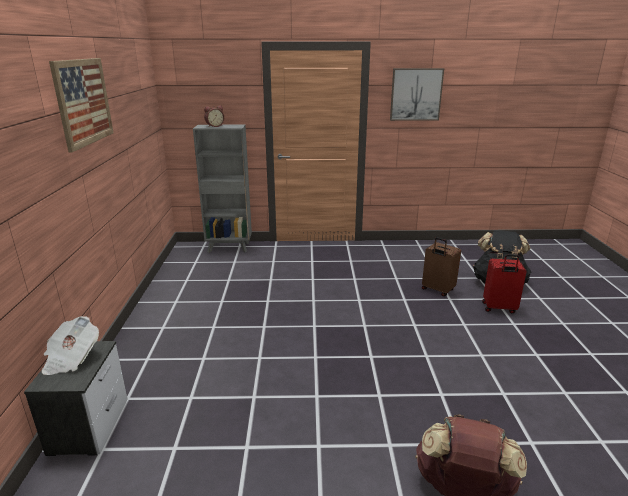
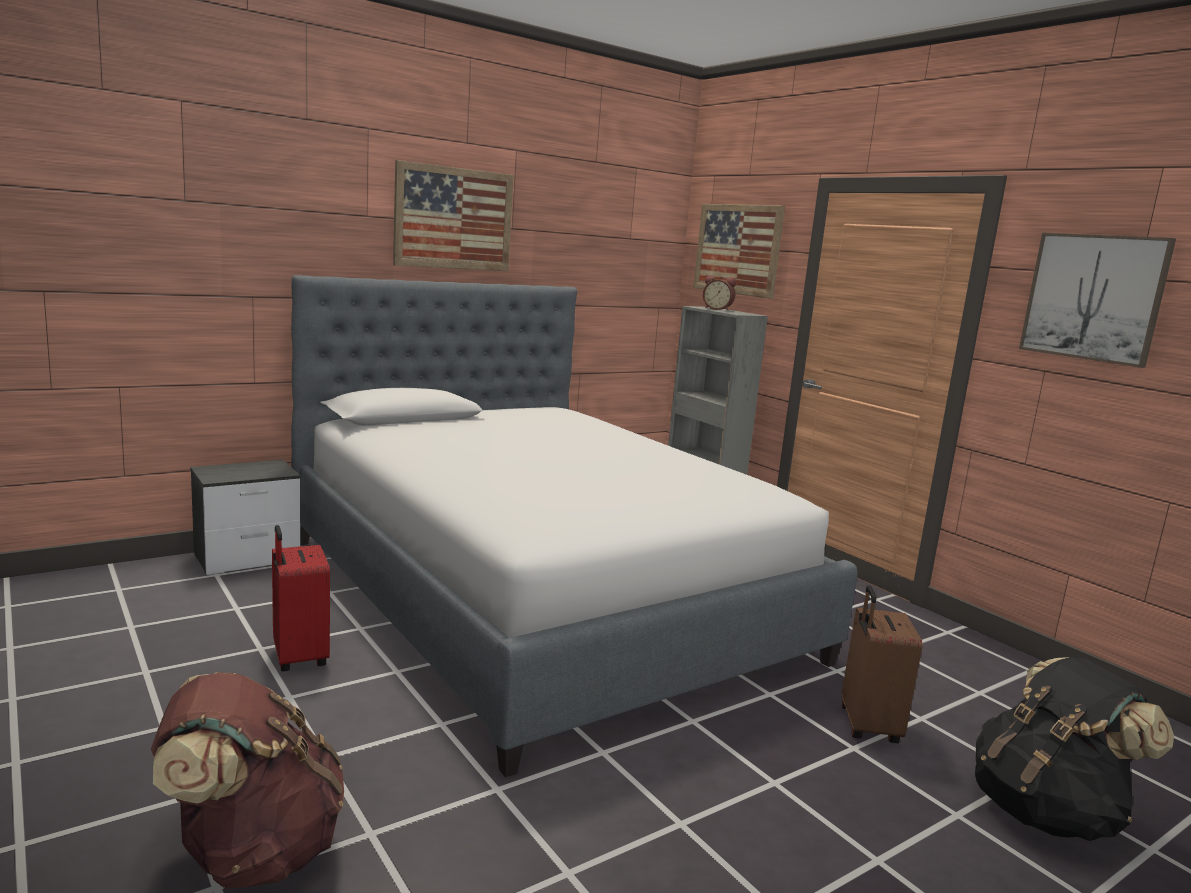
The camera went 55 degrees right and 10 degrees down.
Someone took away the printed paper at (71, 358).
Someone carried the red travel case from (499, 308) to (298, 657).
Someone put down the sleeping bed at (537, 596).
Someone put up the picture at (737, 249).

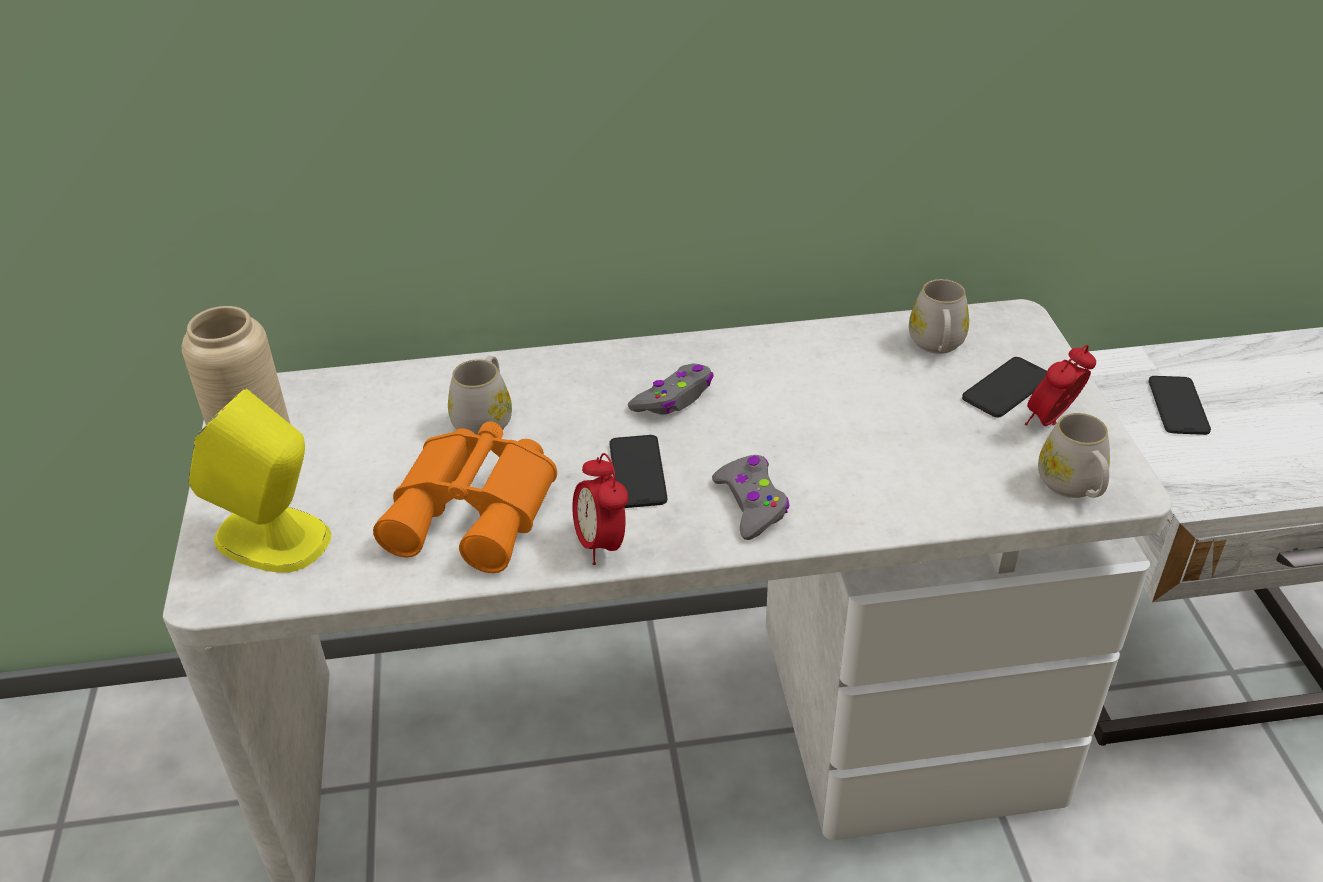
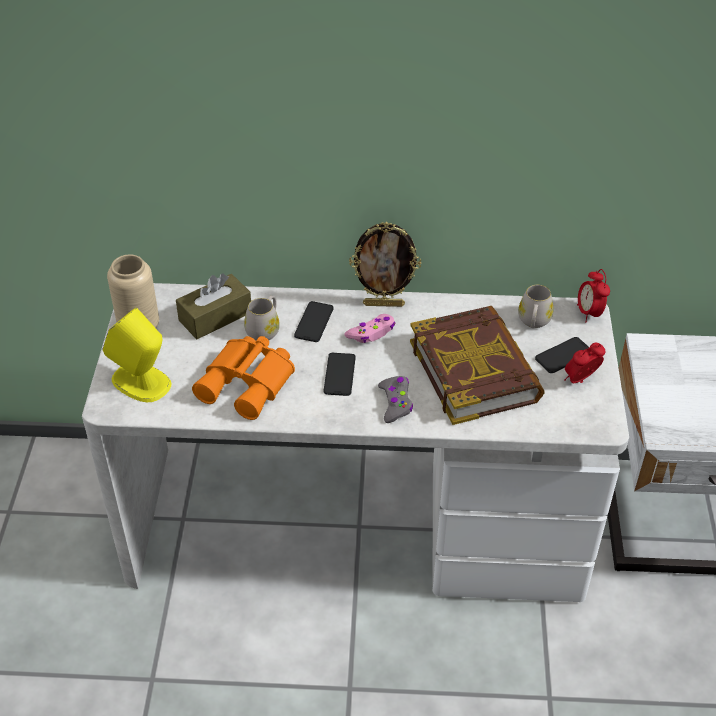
The camera went 10 degrees right and 5 degrees up.
Someone carried the bedside clock from (601, 544) to (589, 313).
Someone repainted the grey joypad at (674, 398), which became the pink joypad at (372, 333).
Someone took away the whitish coffee mug at (1073, 487).
Someone carried the phone from (1178, 406) to (314, 322).
Someone put down the brown-coloured box of tissues at (215, 316).
Someone put down the picture frame at (384, 304).
Someone put down the bound book at (475, 371).

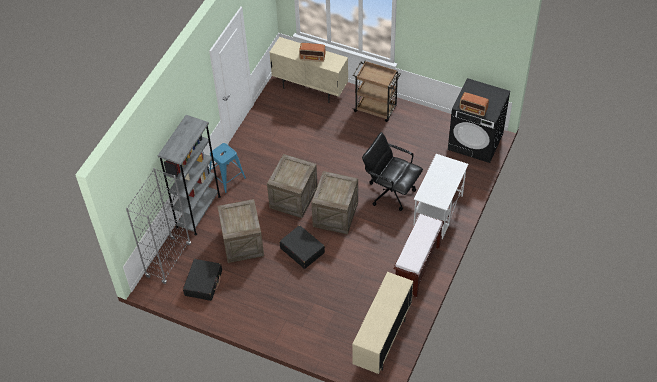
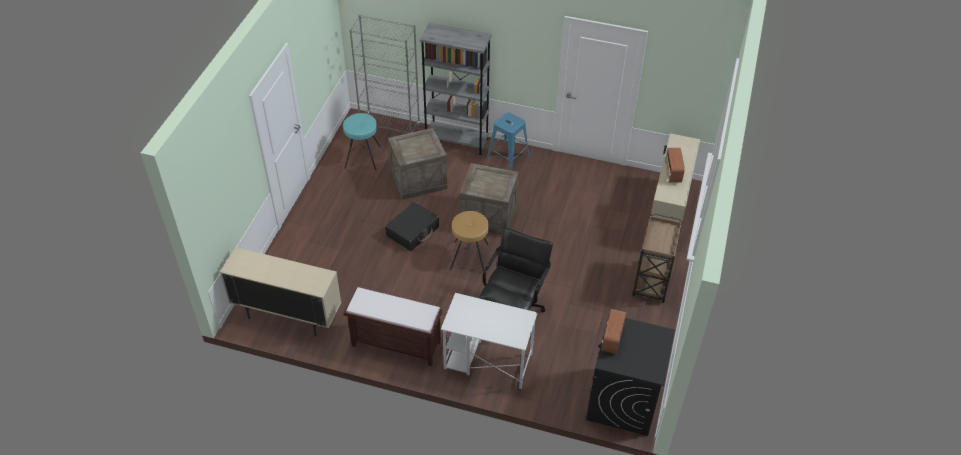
The camera went 80 degrees right and 5 degrees down.
Someone swapped the black travel case at (203, 283) for the blue-green sitting stool at (363, 157).
Someone swapped the shipping crate at (335, 214) for the brown-coloured sitting stool at (469, 256).

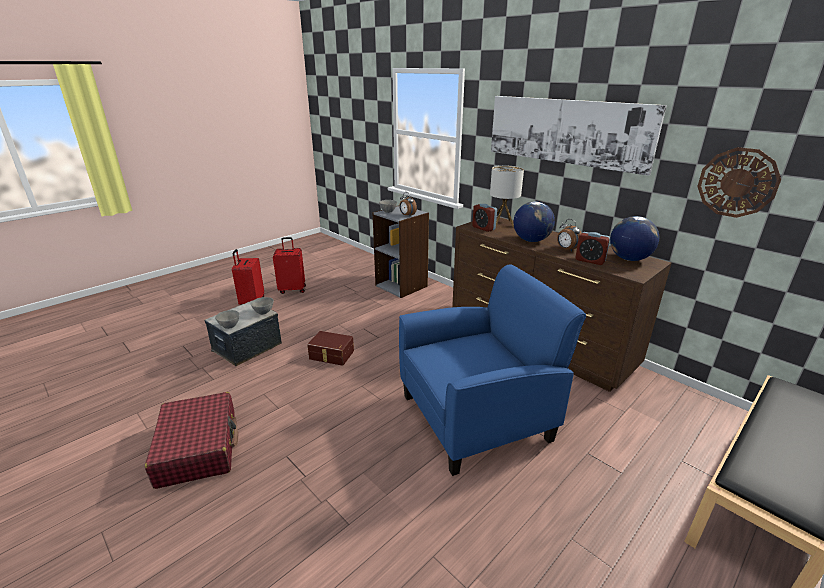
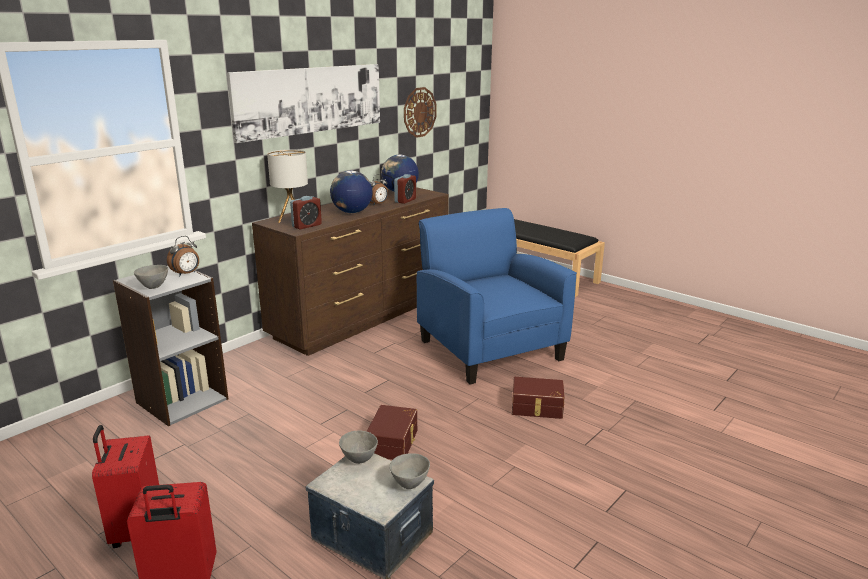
The camera went 95 degrees left and 5 degrees down.
Someone took away the red travel case at (198, 448).
Someone put down the brown-coloured storage container at (537, 408).

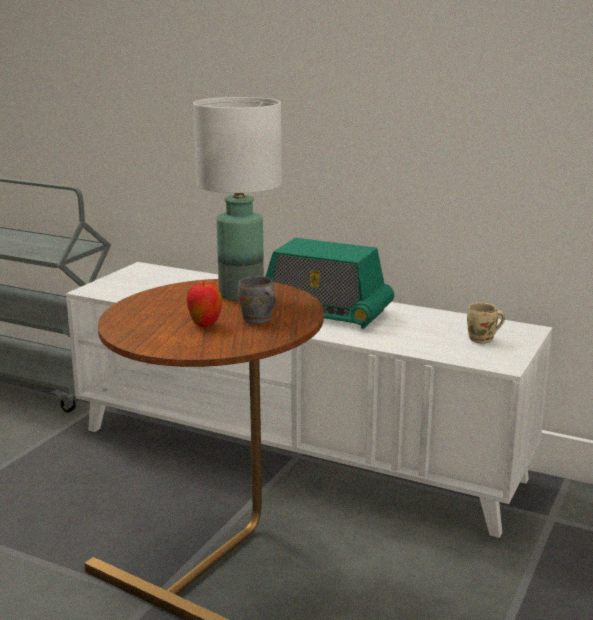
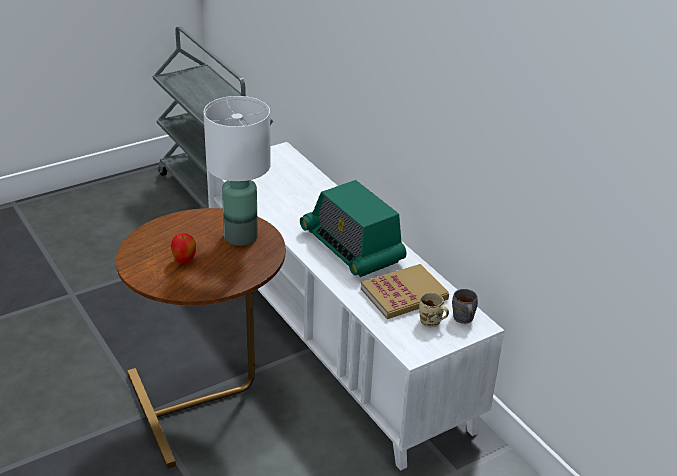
The camera went 30 degrees right and 15 degrees up.
Someone carried the grey coffee mug from (257, 320) to (462, 319).
Someone put down the bound book at (404, 294).

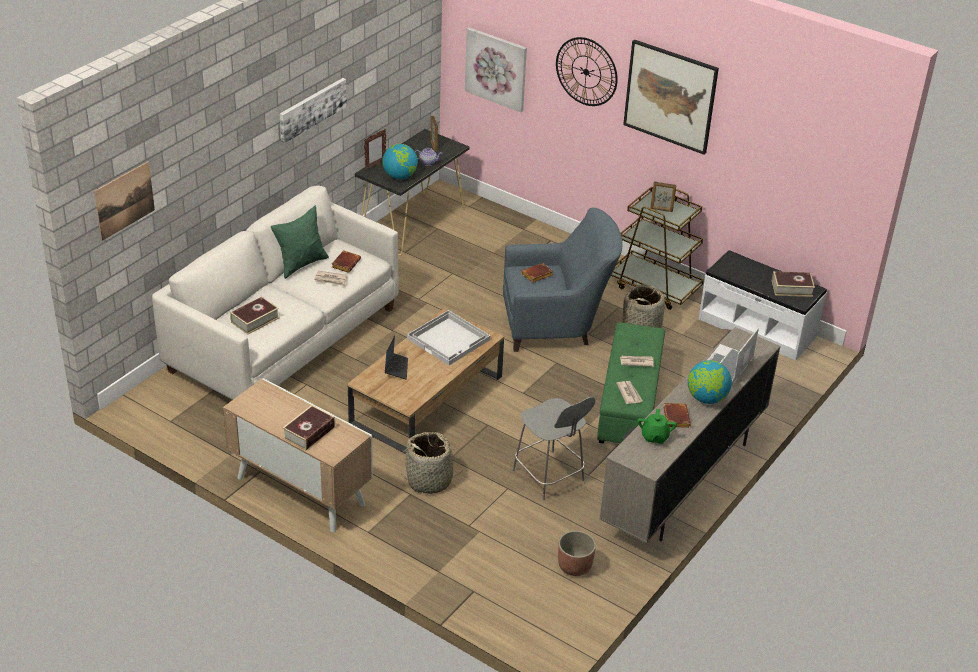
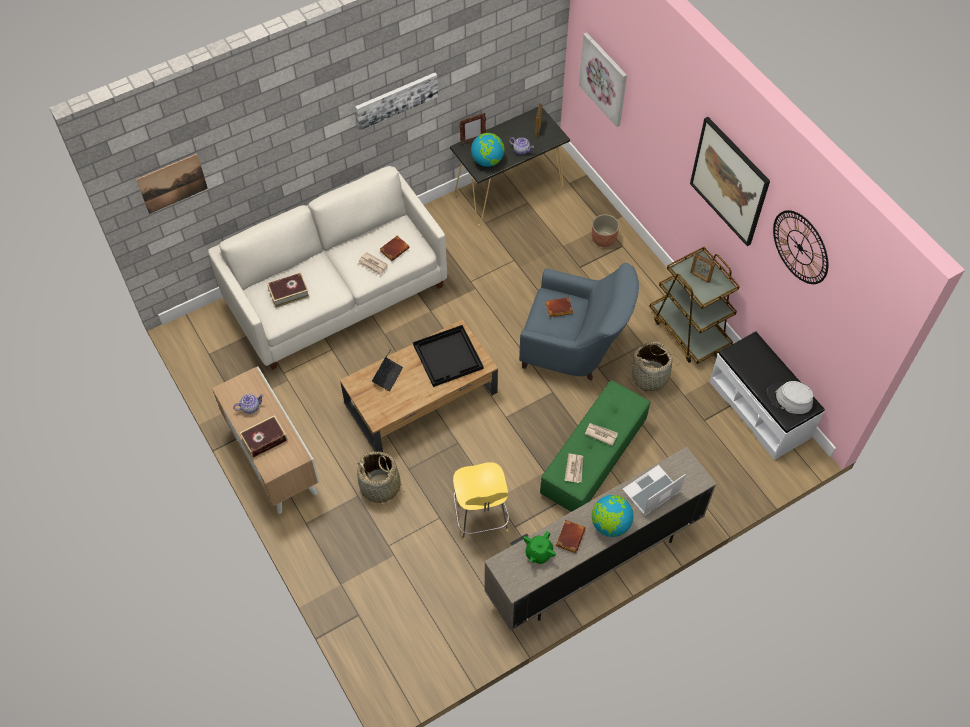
The camera went 25 degrees right and 20 degrees up.
Someone took away the green-coloured cushion at (301, 264).
Someone repainted the whitish carrying tray at (449, 339), which became the black carrying tray at (448, 357).
Someone repainted the grey sitting stool at (549, 477), which became the yellow sitting stool at (481, 517).
Someone carried the clock on the wall from (586, 71) to (800, 247).
Someone carried the planter from (575, 566) to (603, 239).
Someone swapped the bound book at (792, 288) for the grey wearable hat at (789, 399).
Someone put down the pot for tea at (250, 407).

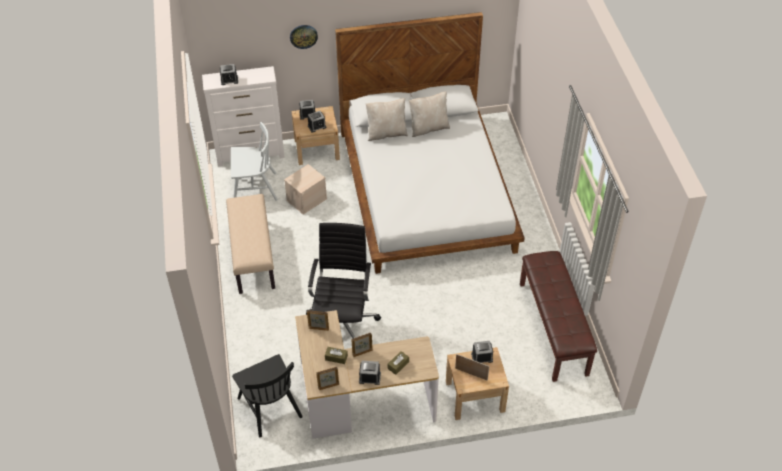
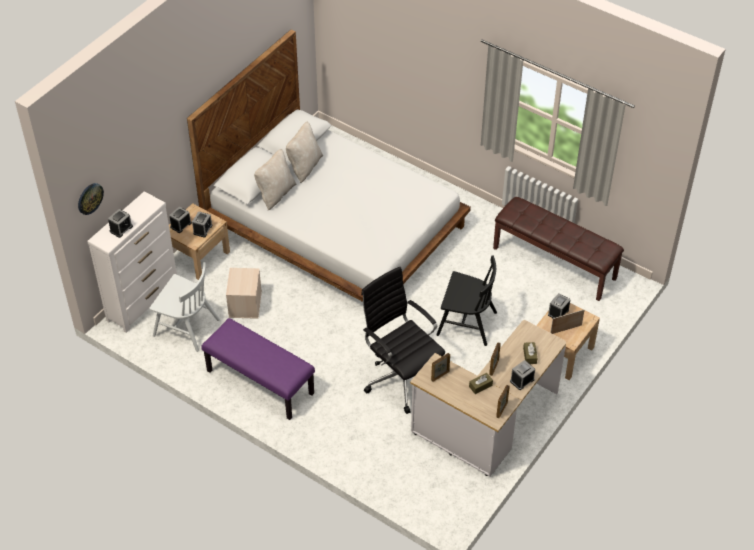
The camera went 45 degrees left and 0 degrees up.
Someone repainted the beige-coloured indoor bench at (252, 255), which became the purple-coloured indoor bench at (259, 382).
Someone rotated the whitish chair at (254, 188) by 75 degrees clockwise.
Someone carried the black chair from (269, 407) to (466, 323).
Someone carried the clock on the wall from (303, 36) to (90, 198).

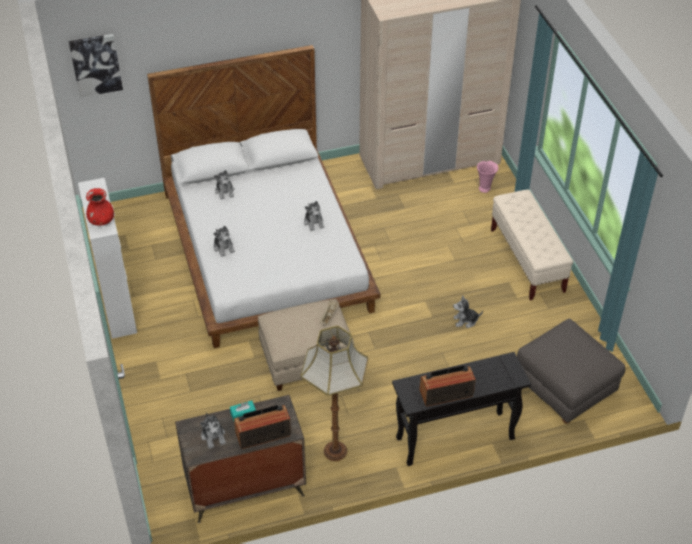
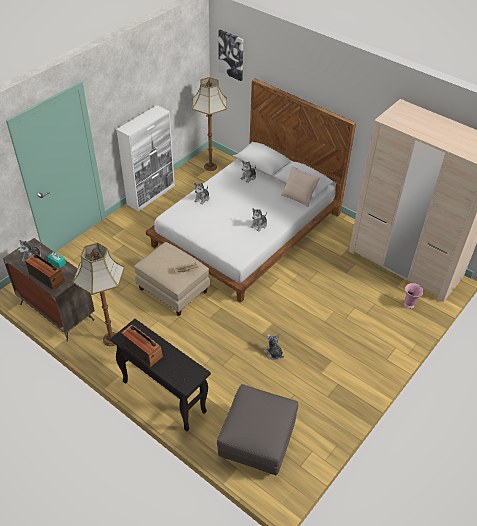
The camera went 55 degrees right and 0 degrees up.
Someone took away the red vase at (101, 221).
Someone took away the beige-coloured indoor bench at (527, 261).
Someone put down the standing lamp at (211, 167).
Someone put down the beige-coloured cushion at (299, 196).

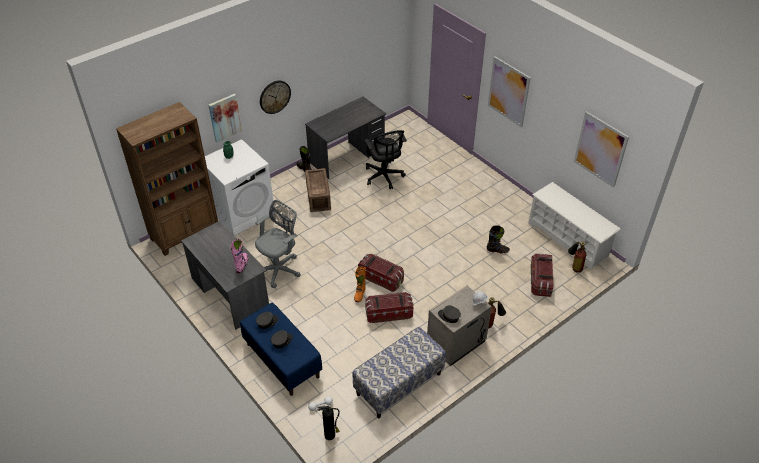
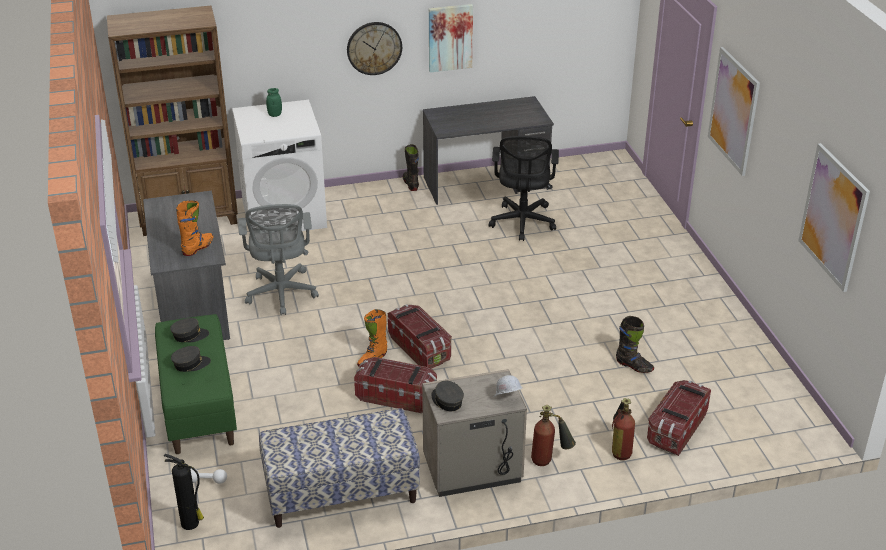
The camera went 25 degrees right and 10 degrees down.
Someone carried the picture from (224, 117) to (450, 37).
Someone repainted the pink tall boot at (242, 264), which became the orange tall boot at (198, 248).
Someone repainted the bluish indoor bench at (282, 360), which became the green-coloured indoor bench at (198, 406).
Someone rotated the grey computer chair at (279, 269) by 105 degrees clockwise.
Someone took away the shipping crate at (319, 197).
Someone took away the whitish shoe stand at (568, 239).
Someone carried the fire-fighting cylinder from (574, 266) to (620, 448).

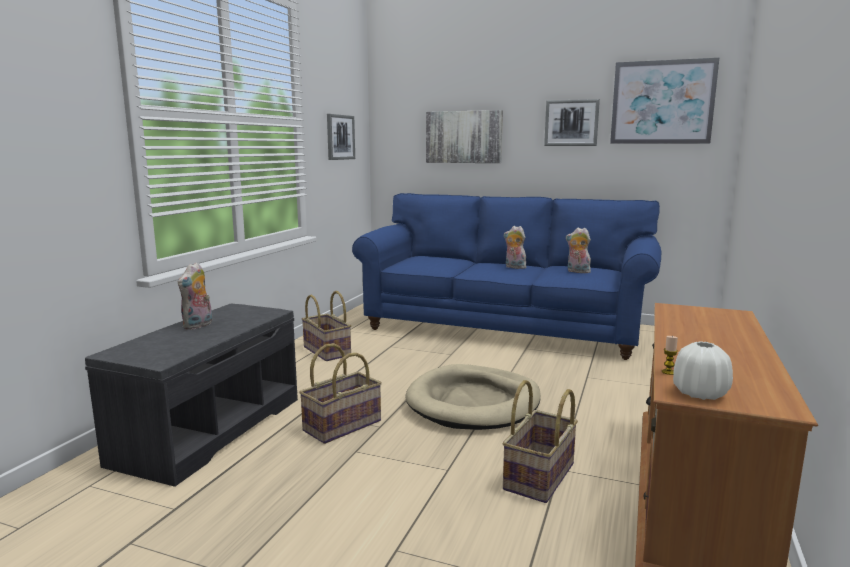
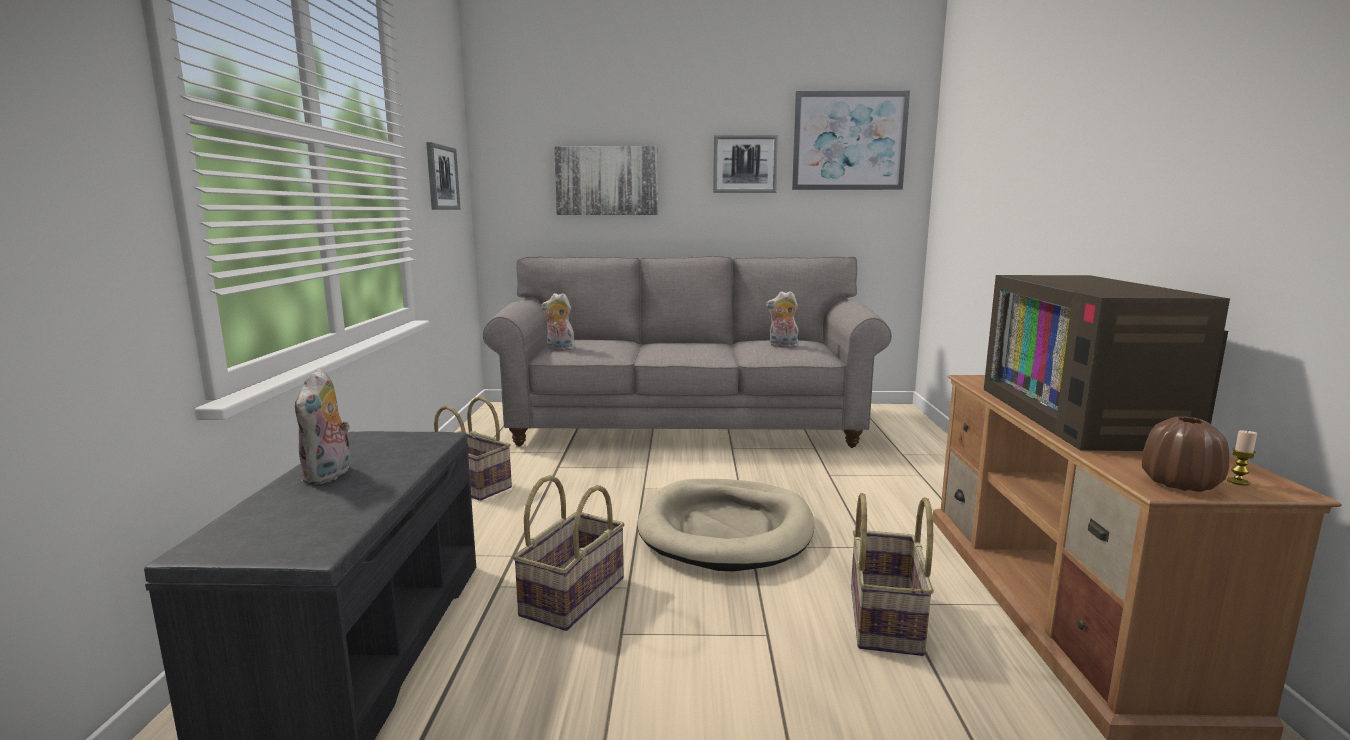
The camera went 20 degrees left and 0 degrees up.
Someone repainted the bluish couch at (504, 328), which became the grey couch at (686, 425).
Someone carried the soft toy from (514, 267) to (559, 349).
Someone carried the wax candle from (668, 372) to (1237, 482).
Someone repainted the whitish vase at (699, 393), which became the brown-coloured vase at (1179, 484).
Someone put down the television at (1085, 417).

